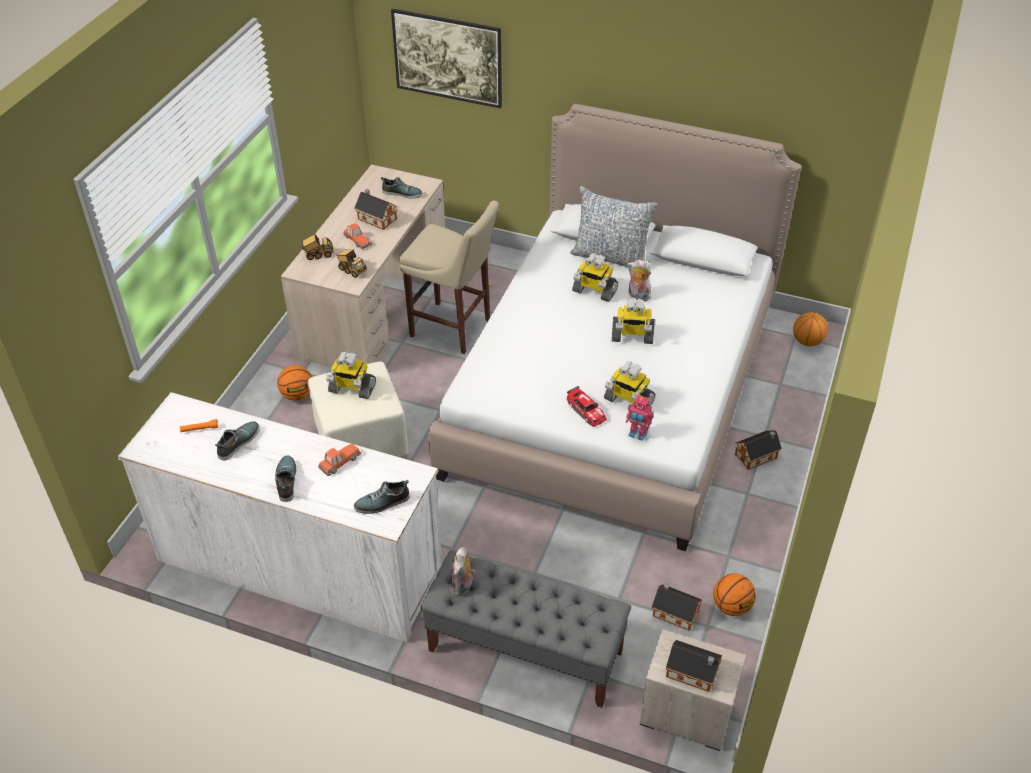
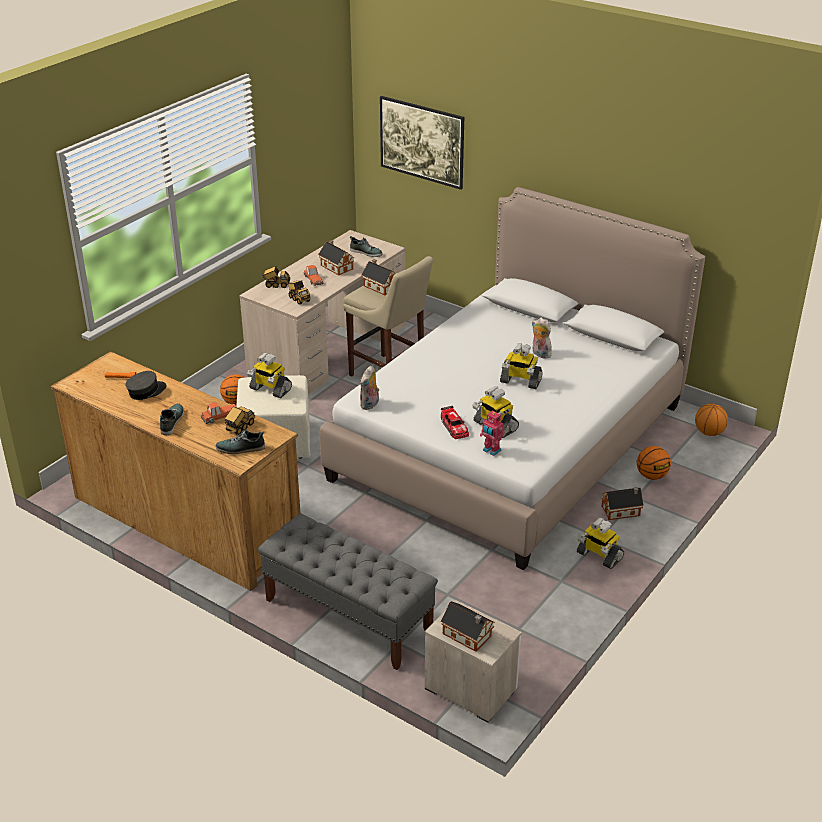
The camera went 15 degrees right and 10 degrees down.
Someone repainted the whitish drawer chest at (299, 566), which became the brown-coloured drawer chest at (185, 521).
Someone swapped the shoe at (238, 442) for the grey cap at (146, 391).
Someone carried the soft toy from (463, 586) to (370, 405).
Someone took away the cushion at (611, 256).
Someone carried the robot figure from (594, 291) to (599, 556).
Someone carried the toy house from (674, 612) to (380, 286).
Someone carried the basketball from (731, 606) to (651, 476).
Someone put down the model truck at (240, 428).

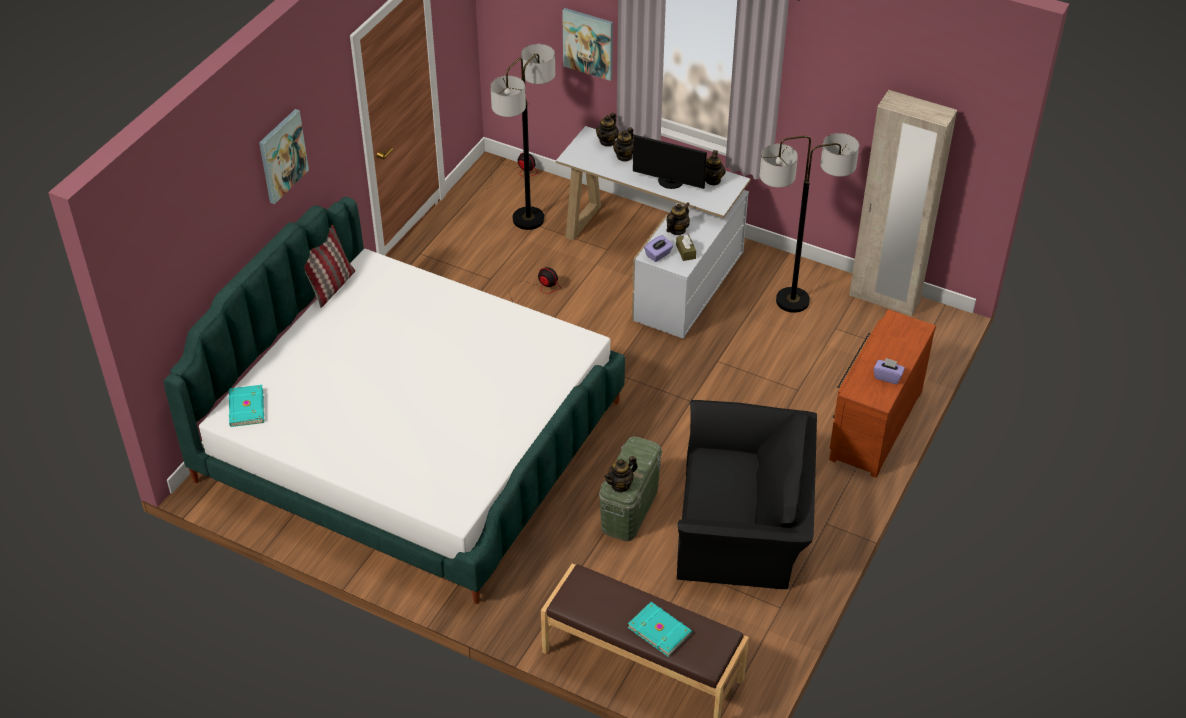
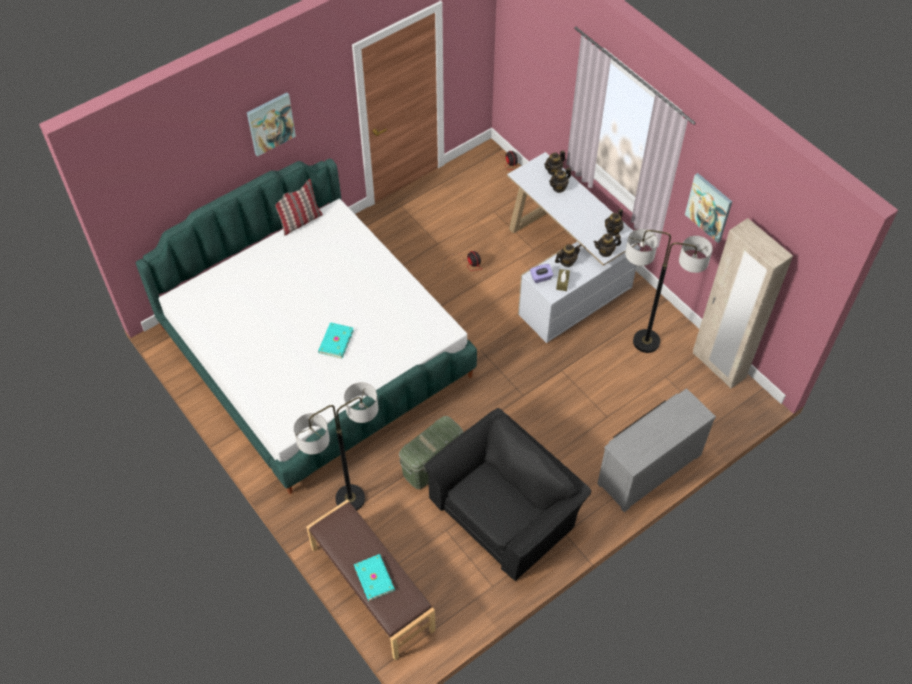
The camera went 25 degrees right and 10 degrees up.
Someone carried the blue-green bound book from (245, 408) to (335, 341).
Someone carried the standing lamp from (528, 219) to (350, 499).
Someone carried the picture from (588, 43) to (709, 207).
Someone carried the pot for tea from (620, 485) to (605, 251).
Someone took away the computer screen at (670, 182).
Someone rotated the black lounge chair at (744, 523) by 75 degrees counterclockwise.
Someone repainted the brown-coloured drawer chest at (873, 424), which became the grey drawer chest at (647, 467).
Someone took away the purple-coloured box of tissues at (887, 377).

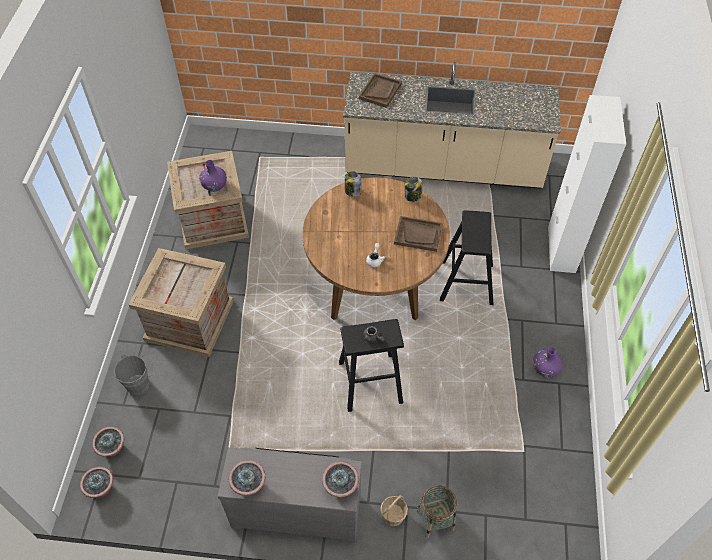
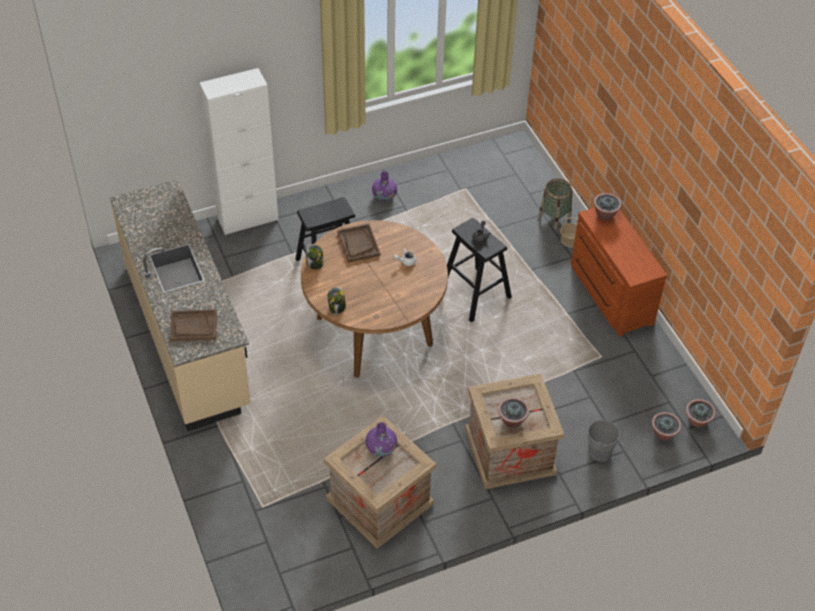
The camera went 120 degrees left and 5 degrees down.
Someone repainted the grey drawer chest at (297, 508), which became the brown-coloured drawer chest at (609, 294).
Someone carried the potted plant from (249, 485) to (512, 421).

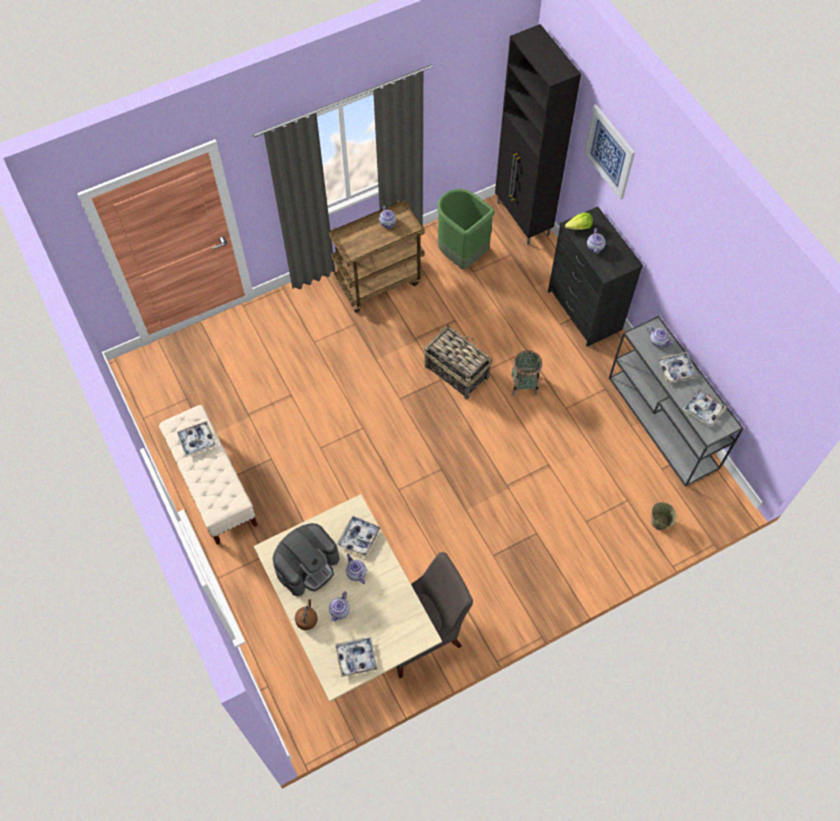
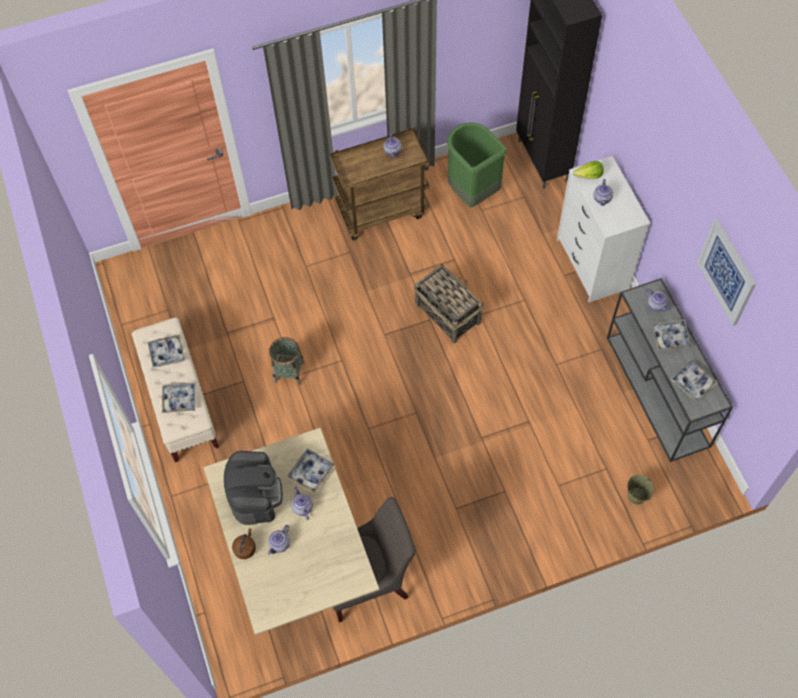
The camera went 10 degrees right and 0 degrees up.
Someone rotated the coffee brewer at (307, 565) by 60 degrees counterclockwise.
Someone carried the carrying tray from (356, 658) to (179, 399).
Someone carried the household basket from (524, 384) to (289, 372).
Someone repainted the black drawer chest at (584, 310), which became the whitish drawer chest at (592, 264).
Someone carried the picture from (609, 152) to (726, 272).

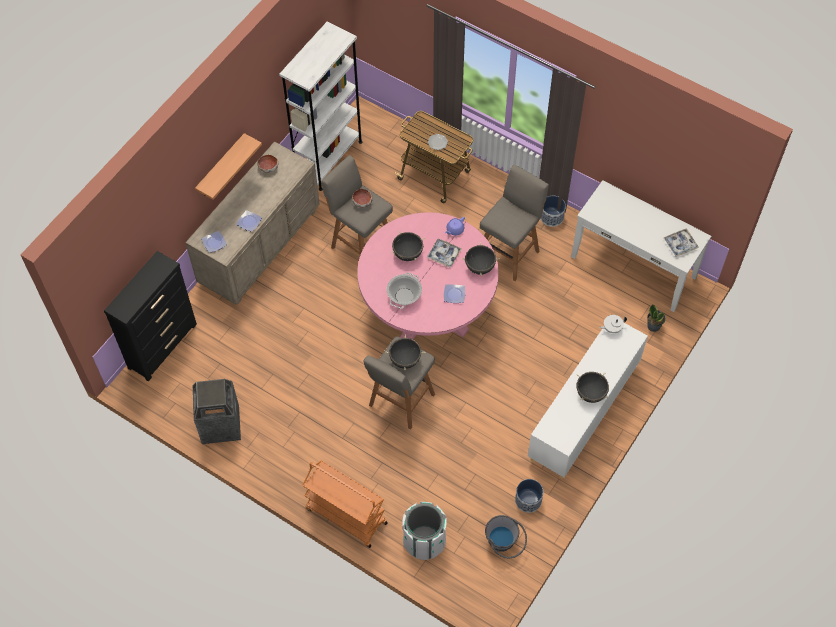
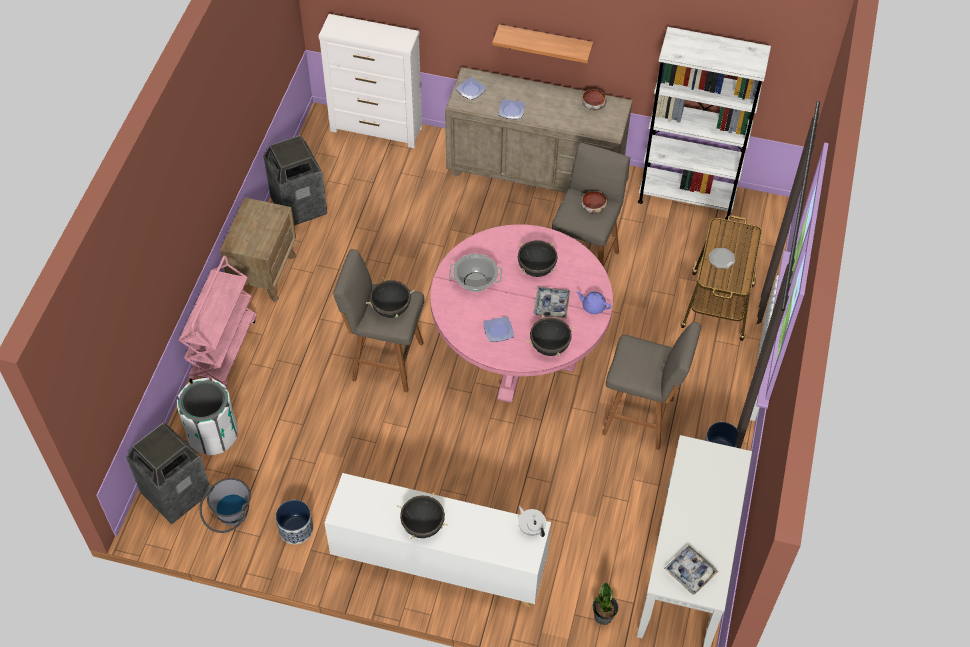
The camera went 70 degrees right and 5 degrees down.
Someone repainted the black drawer chest at (163, 345), which became the whitish drawer chest at (377, 129).
Someone repainted the orange wheeled cart at (345, 516), which became the pink wheeled cart at (223, 349).
Someone put down the rubbish bin at (175, 493).
Someone put down the brown-coloured nightstand at (264, 272).

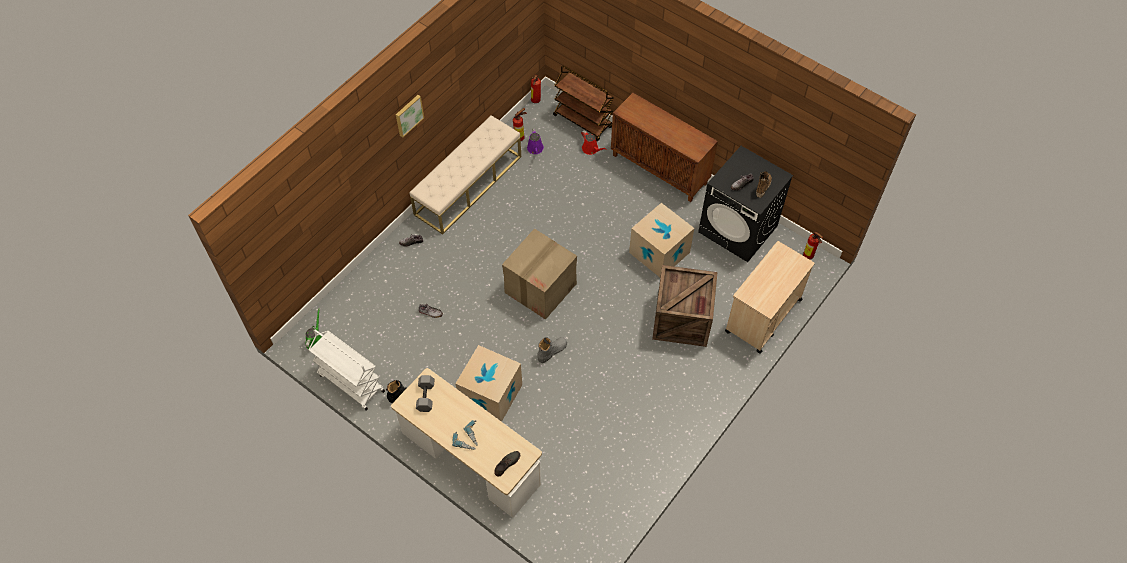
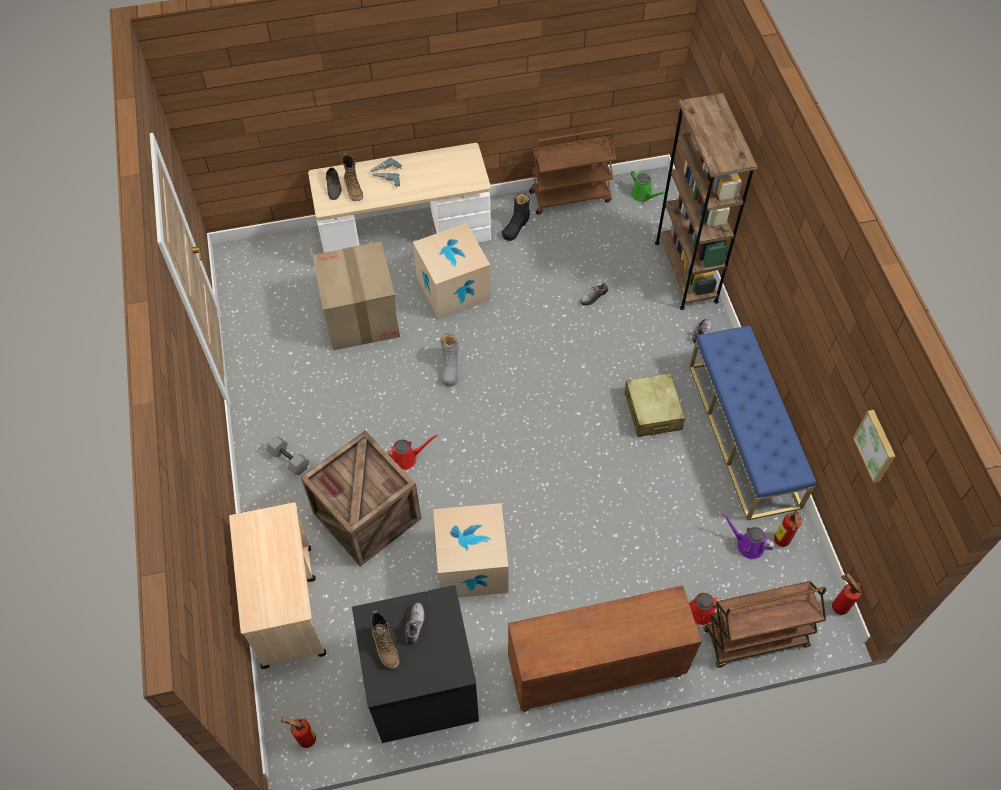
The camera went 130 degrees right and 0 degrees up.
Someone repainted the whitish wheeled cart at (350, 382), which became the brown-coloured wheeled cart at (570, 196).
Someone carried the picture from (408, 115) to (876, 445).
Someone repainted the beige-coloured indoor bench at (468, 185), which became the bluish indoor bench at (743, 435).
Someone carried the grey free weight from (426, 397) to (288, 460).
Someone carried the packing box from (541, 287) to (361, 317).
Someone put down the tall boot at (354, 190).
Someone put down the red sprinkling can at (407, 458).
Someone put down the beige-coloured travel case at (652, 411).
Someone put down the brown-coloured bookshelf at (686, 271).

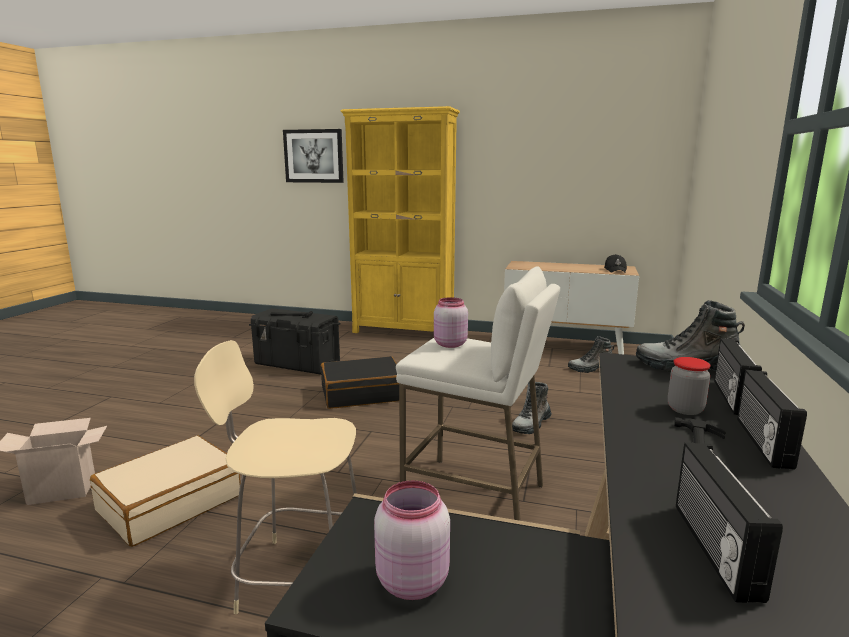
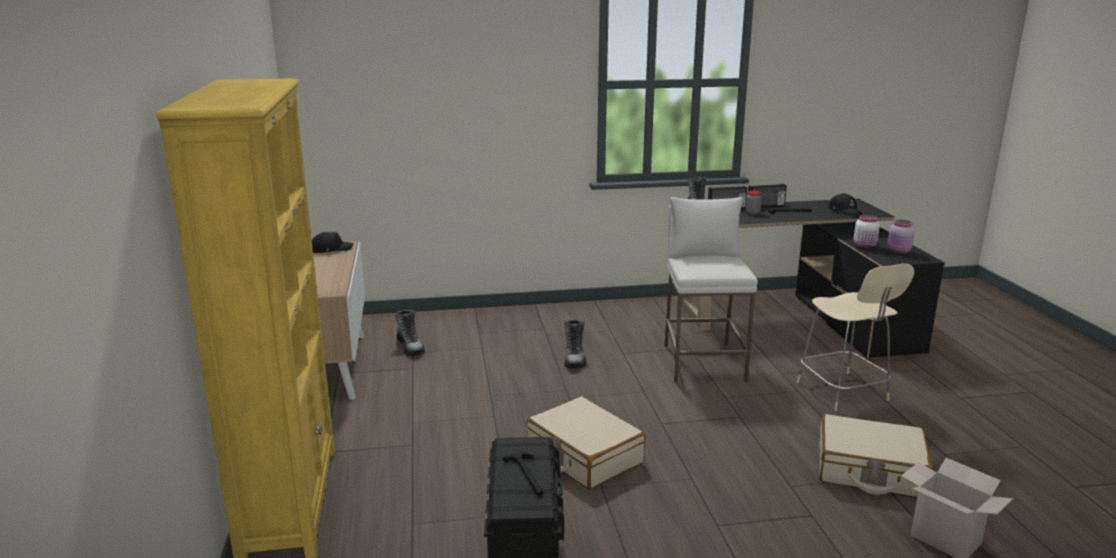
The camera went 115 degrees left and 5 degrees up.
Someone took away the picture at (313, 156).
Someone repainted the black travel case at (362, 394), which became the beige-coloured travel case at (584, 455).
Someone took away the pink preserve jar at (449, 344).
Someone rotated the tall boot at (531, 424) by 75 degrees clockwise.
Someone swapped the radio receiver at (712, 549) for the black cap at (844, 211).
Someone put down the whitish preserve jar at (865, 246).

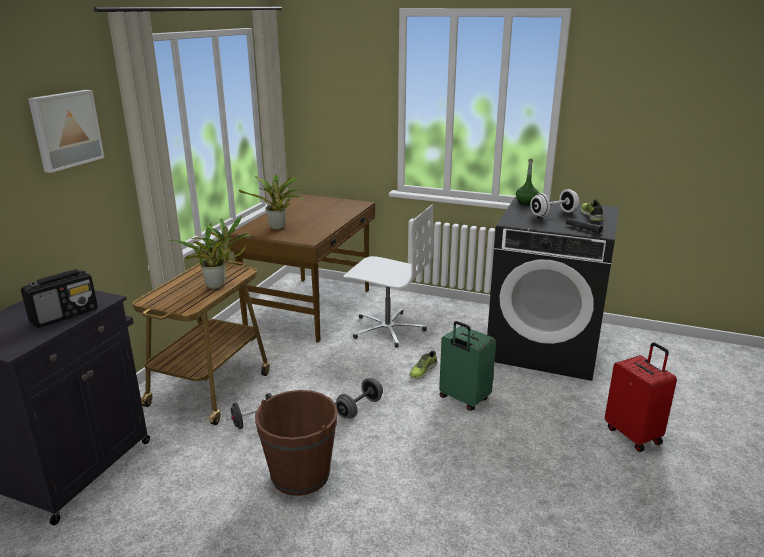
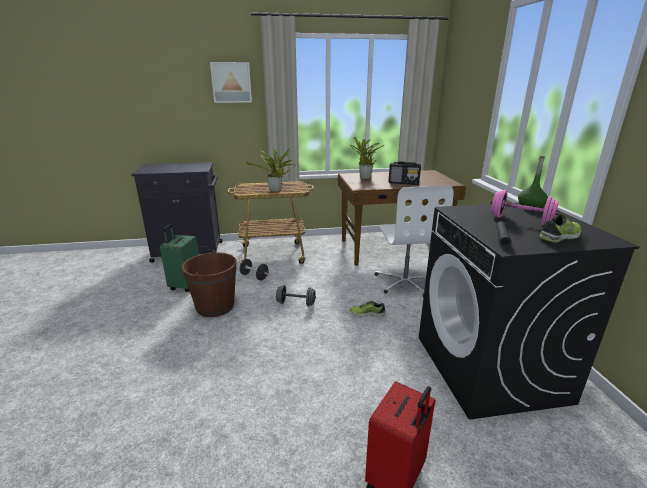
The camera went 60 degrees right and 0 degrees up.
Someone carried the radio receiver from (65, 315) to (404, 183).
Someone carried the green-coloured travel case from (463, 399) to (185, 285).
Someone repainted the whitish free weight at (553, 214), which became the pink free weight at (520, 220).

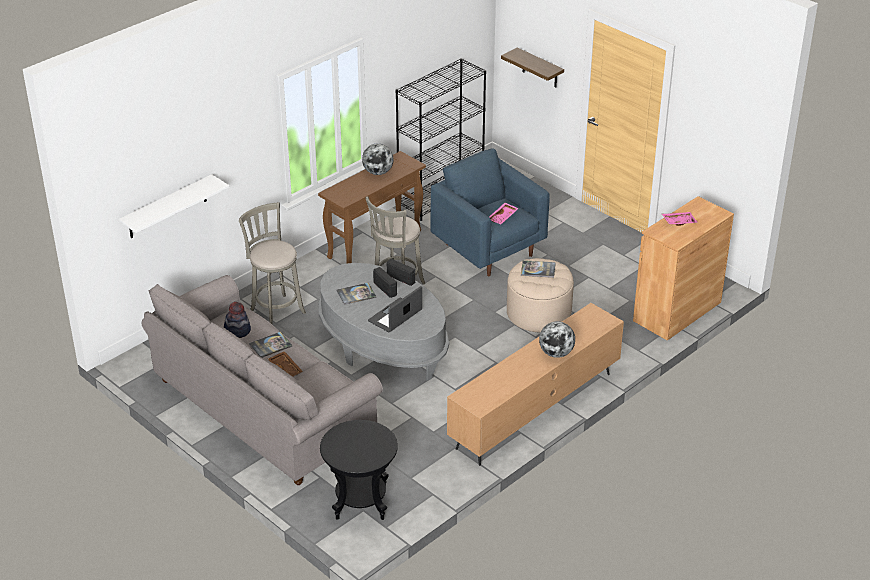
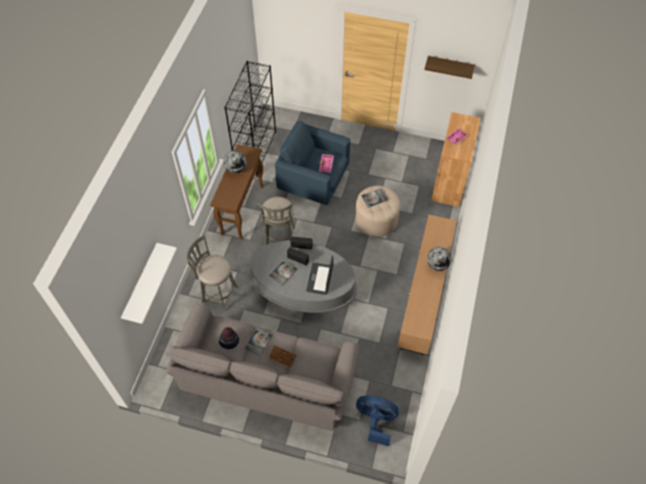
The camera went 30 degrees left and 20 degrees up.
Someone swapped the black end table at (361, 503) for the bluish cooling fan at (376, 421).
Someone carried the bracket shelf from (540, 68) to (450, 66).

